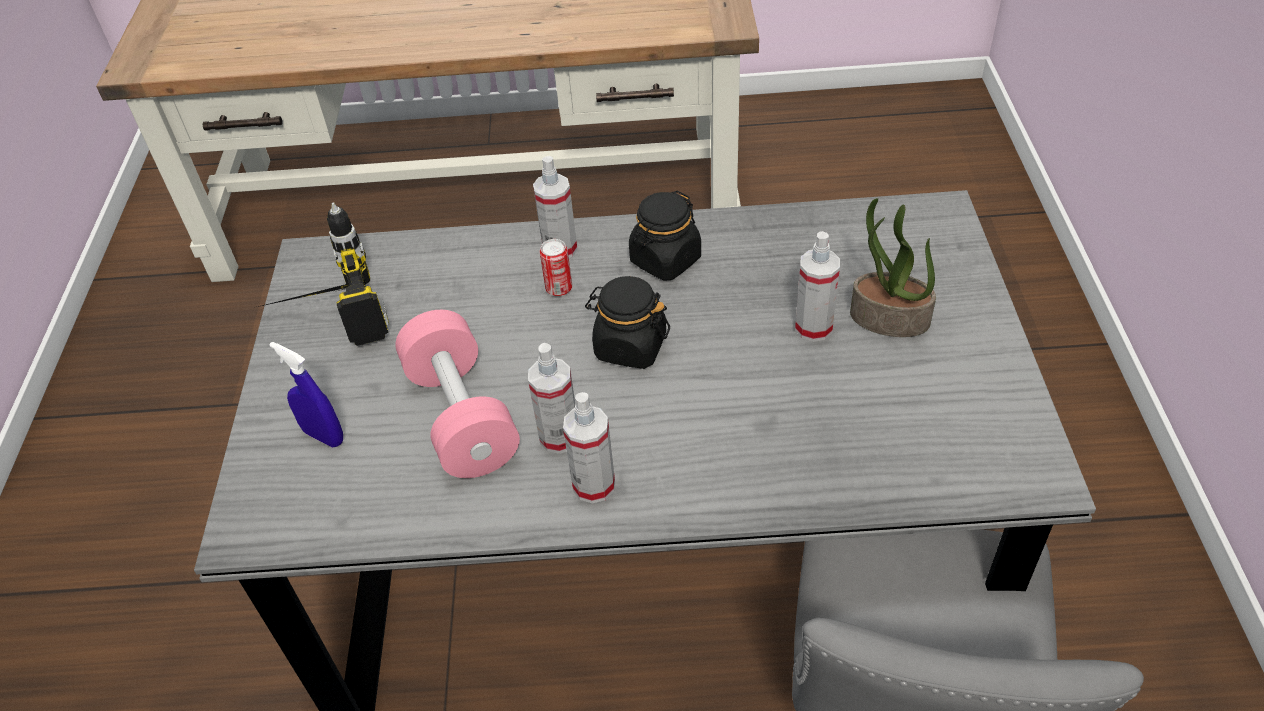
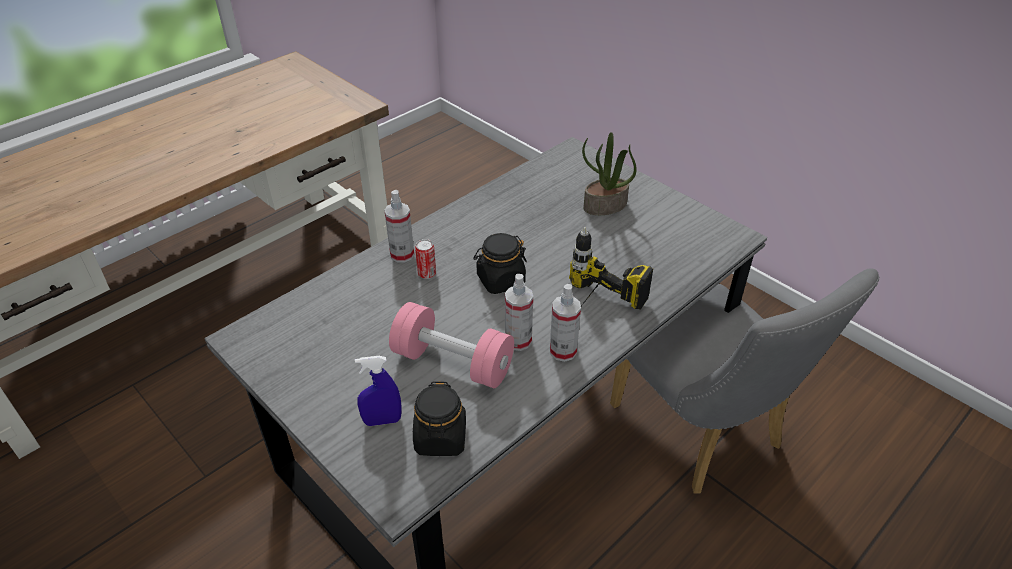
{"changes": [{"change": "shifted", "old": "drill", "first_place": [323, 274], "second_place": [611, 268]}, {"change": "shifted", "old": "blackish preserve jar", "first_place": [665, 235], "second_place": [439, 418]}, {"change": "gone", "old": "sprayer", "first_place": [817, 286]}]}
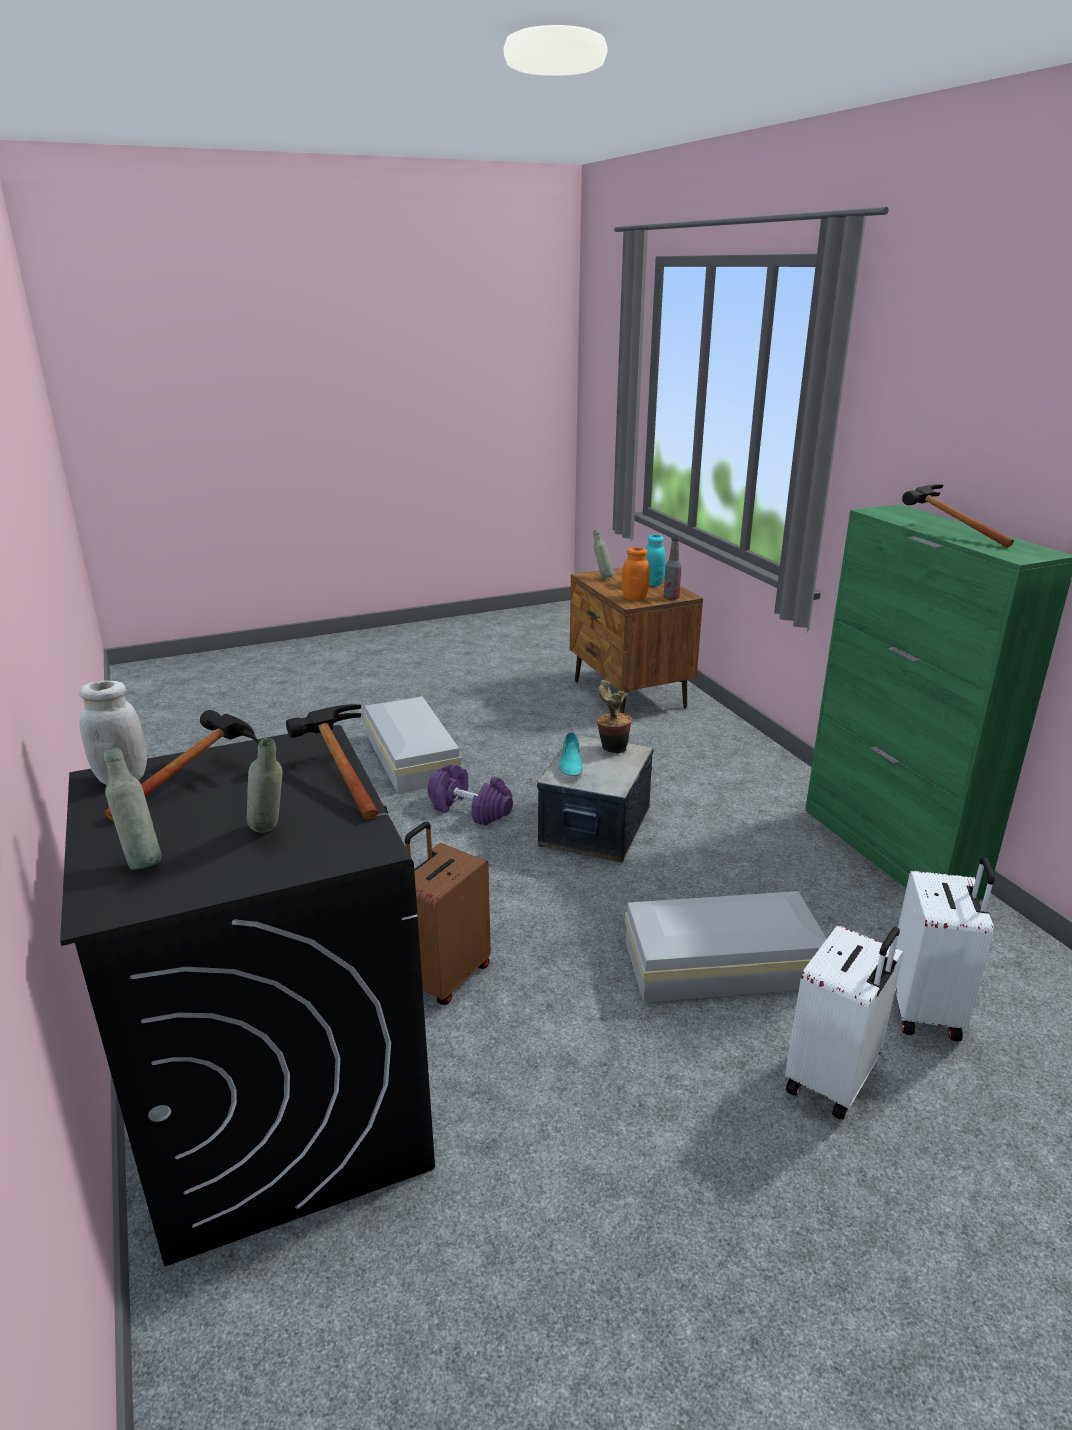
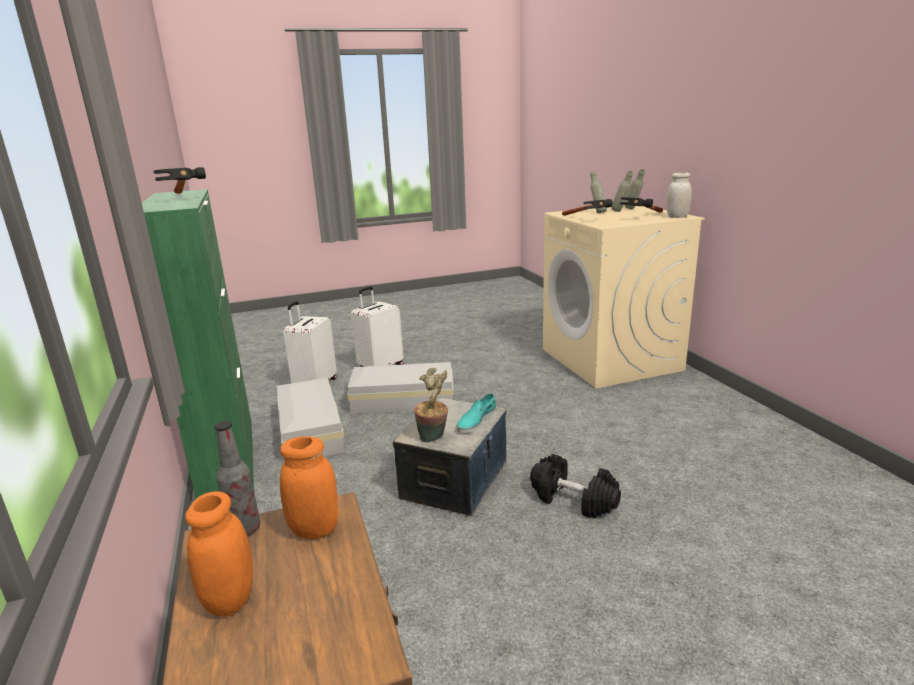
{"changes": [{"change": "repainted", "old": "blackish laundry machine", "new": "beige-coloured laundry machine", "first_place": [247, 996], "second_place": [624, 296]}, {"change": "shifted", "old": "whitish storage box", "first_place": [412, 745], "second_place": [311, 417]}, {"change": "gone", "old": "brown suitcase", "first_place": [448, 913]}, {"change": "repainted", "old": "purple-coloured dumbbell", "new": "blackish dumbbell", "first_place": [470, 795], "second_place": [575, 486]}, {"change": "rotated", "old": "turquoise-coloured shoe", "first_place": [571, 756], "second_place": [476, 413], "degrees": -150}, {"change": "shifted", "old": "grey drink bottle", "first_place": [603, 554], "second_place": [622, 191]}, {"change": "repainted", "old": "turquoise-coloured preserve jar", "new": "orangey preserve jar", "first_place": [655, 560], "second_place": [219, 554]}]}
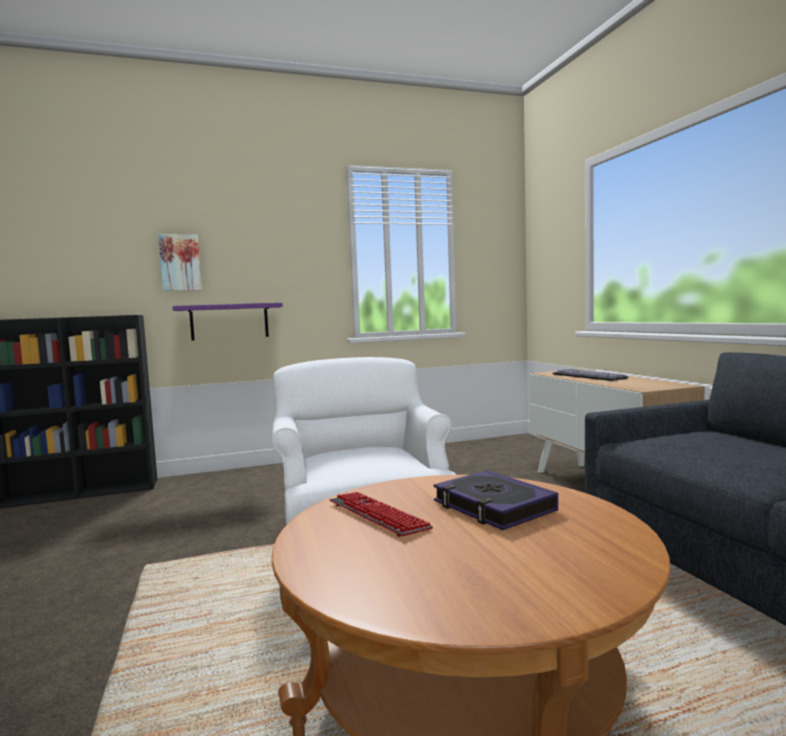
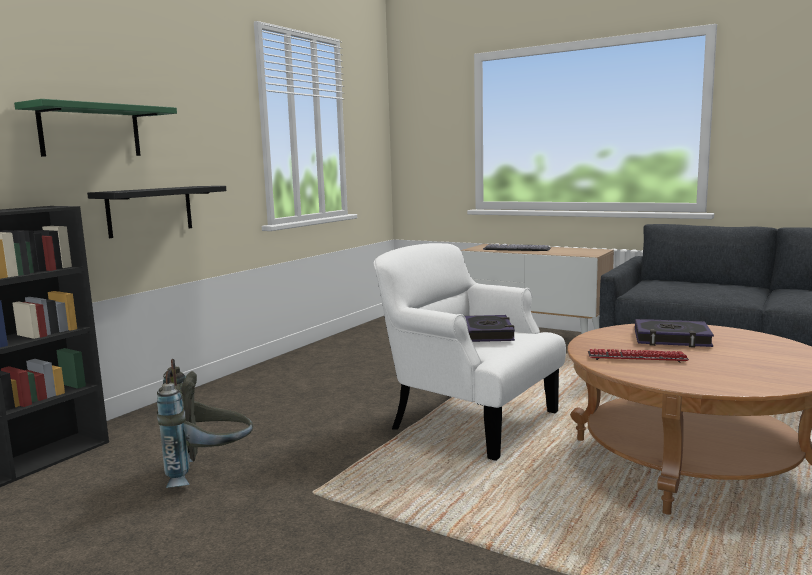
{"changes": [{"change": "swapped", "old": "wall picture", "new": "green-coloured bracket shelf", "first_place": [180, 262], "second_place": [95, 128]}, {"change": "repainted", "old": "purple-coloured bracket shelf", "new": "blackish bracket shelf", "first_place": [228, 322], "second_place": [156, 212]}, {"change": "new", "new": "grey rucksack", "second_place": [205, 423]}, {"change": "new", "new": "bound book", "second_place": [490, 328]}]}
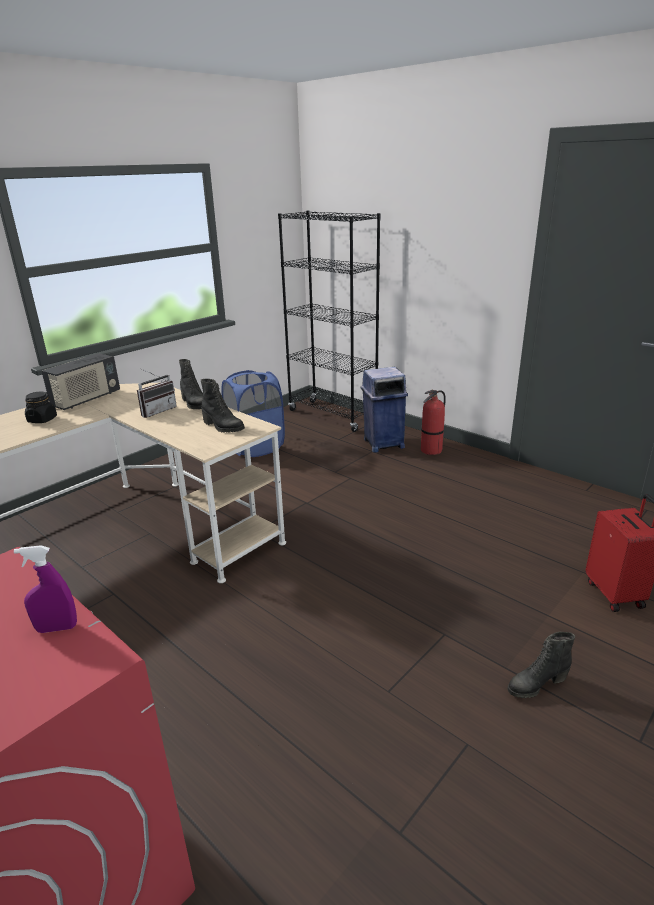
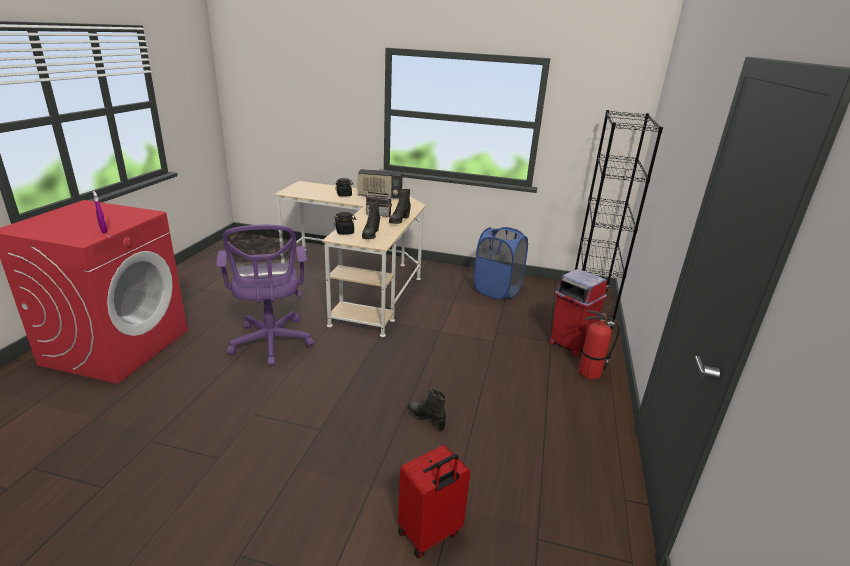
{"changes": [{"change": "repainted", "old": "blue rubbish bin", "new": "reddish rubbish bin", "first_place": [384, 410], "second_place": [578, 313]}, {"change": "shifted", "old": "blackish high-top boot", "first_place": [541, 665], "second_place": [426, 409]}, {"change": "new", "new": "purple-coloured office chair", "second_place": [265, 295]}, {"change": "new", "new": "blackish preserve jar", "second_place": [345, 223]}]}
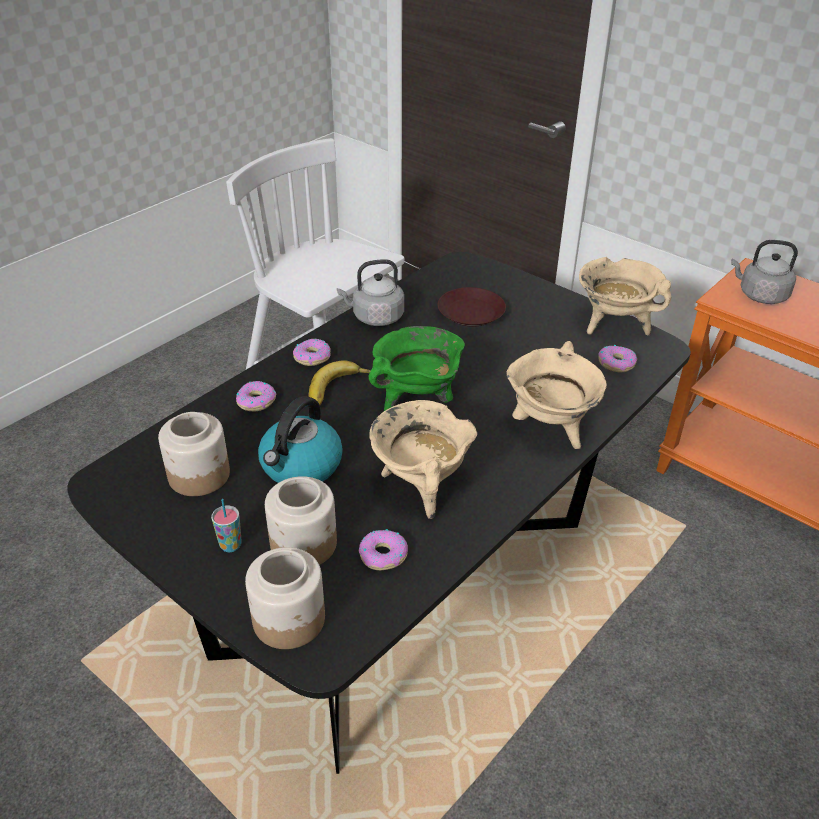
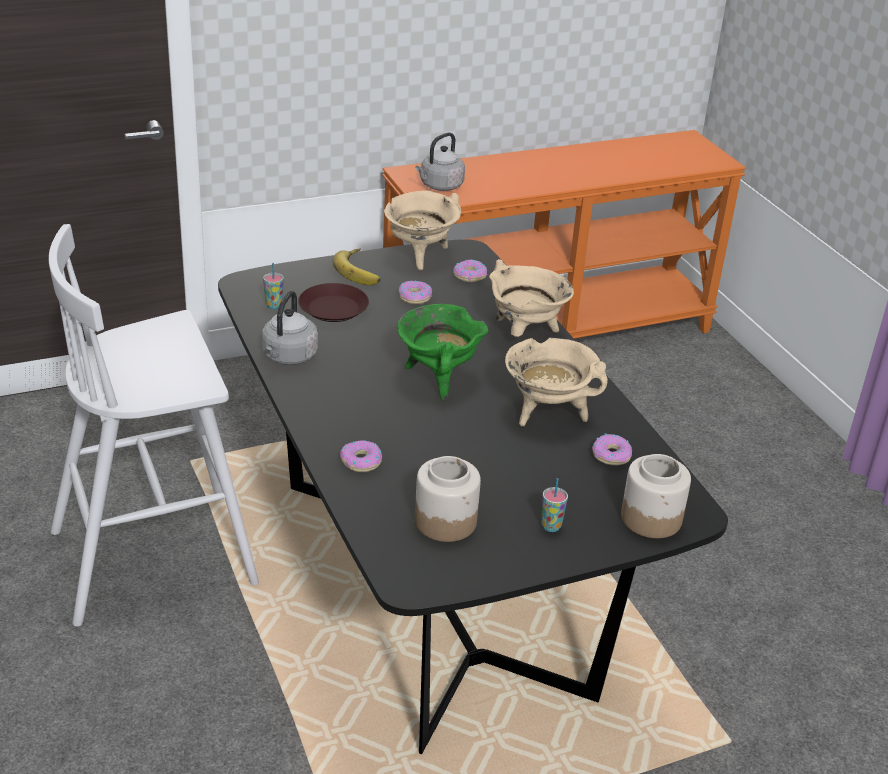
{"changes": [{"change": "gone", "old": "tea kettle", "first_place": [300, 439]}, {"change": "gone", "old": "preserve jar", "first_place": [301, 520]}, {"change": "shifted", "old": "donut", "first_place": [312, 352], "second_place": [415, 292]}, {"change": "shifted", "old": "banana fruit", "first_place": [340, 382], "second_place": [357, 267]}, {"change": "new", "new": "small cup", "second_place": [273, 286]}]}
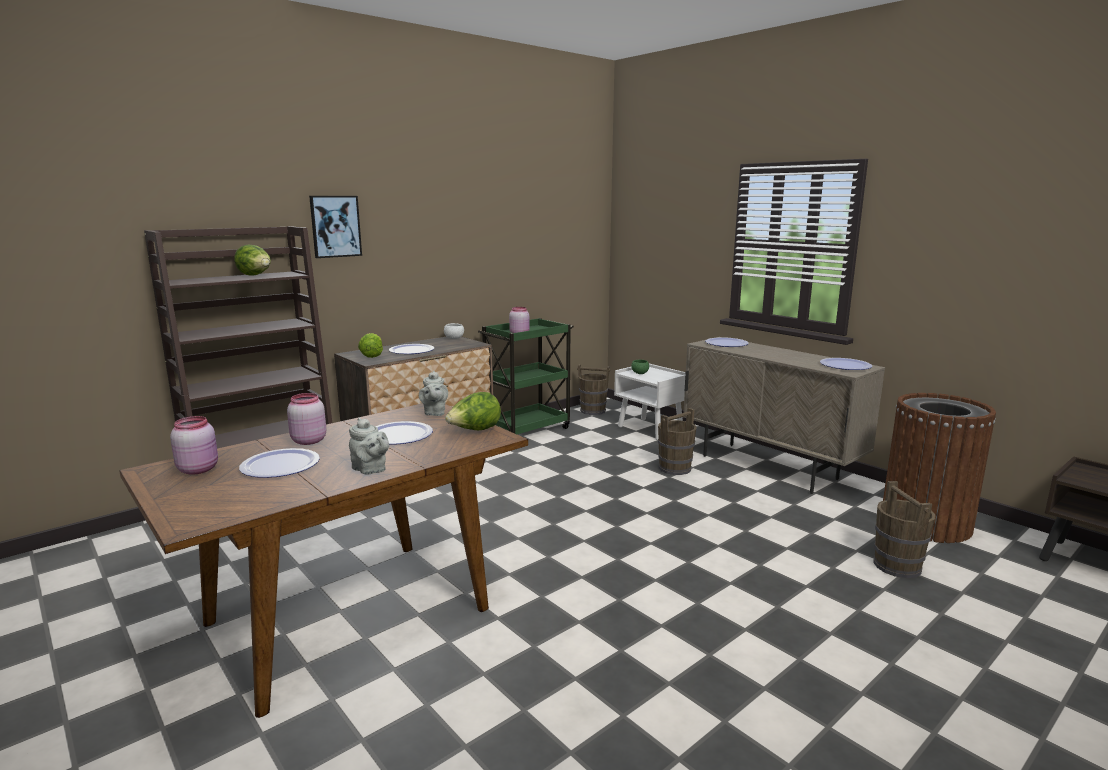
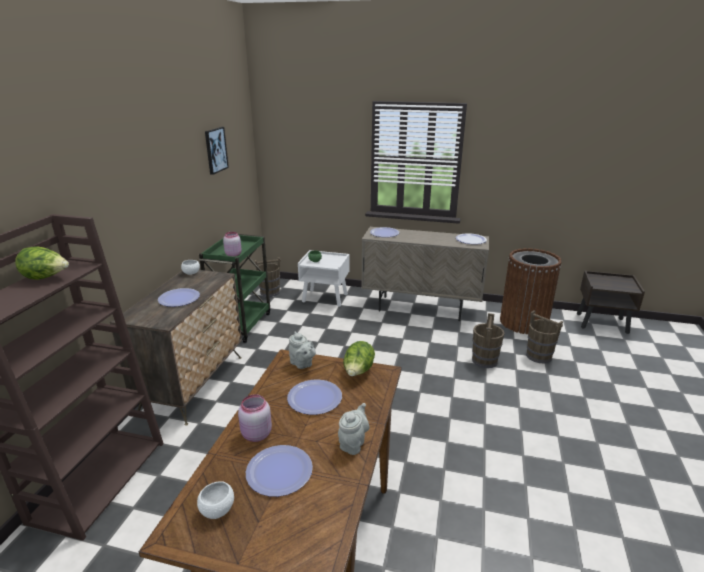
{"changes": [{"change": "swapped", "old": "pinkish preserve jar", "new": "whitish bowl", "first_place": [194, 445], "second_place": [215, 500]}, {"change": "shifted", "old": "wall picture", "first_place": [335, 227], "second_place": [217, 151]}, {"change": "rotated", "old": "grey tea pot", "first_place": [369, 446], "second_place": [354, 429], "degrees": -75}, {"change": "gone", "old": "head of lettuce", "first_place": [370, 345]}, {"change": "shifted", "old": "brown water bucket", "first_place": [677, 441], "second_place": [488, 340]}]}
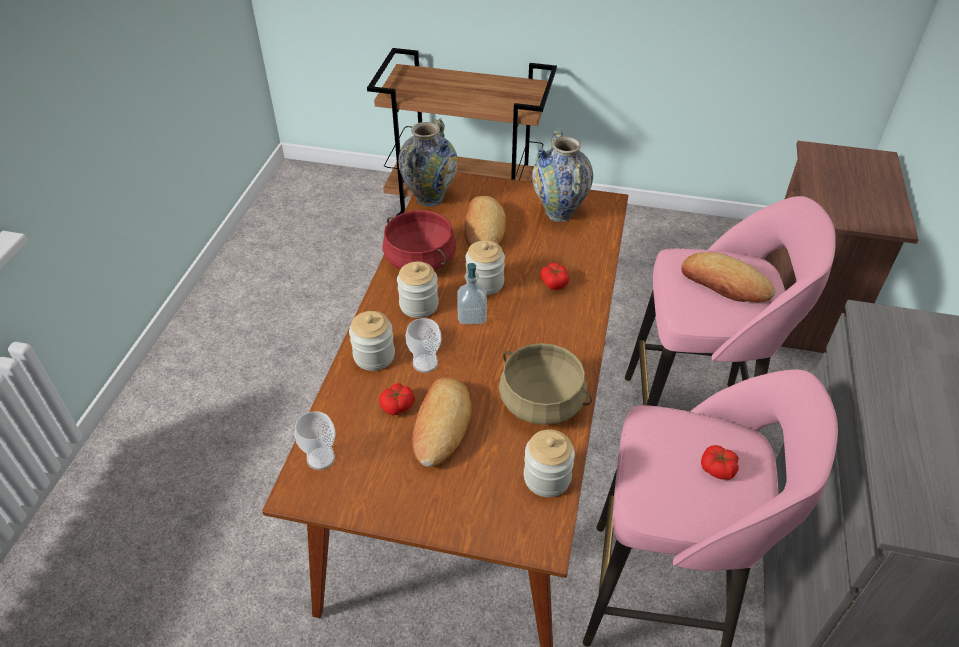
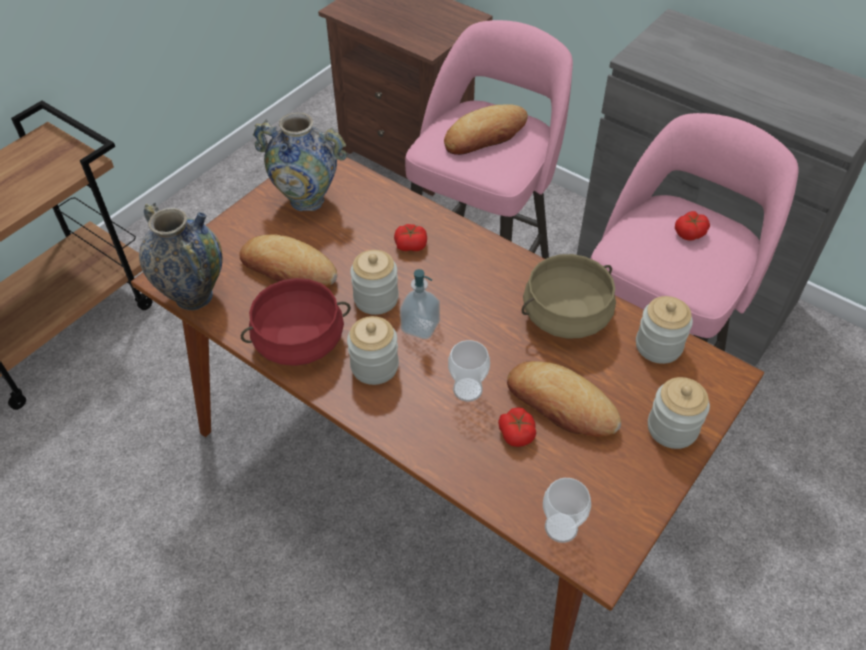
{"changes": [{"change": "shifted", "old": "preserve jar", "first_place": [372, 341], "second_place": [679, 413]}]}
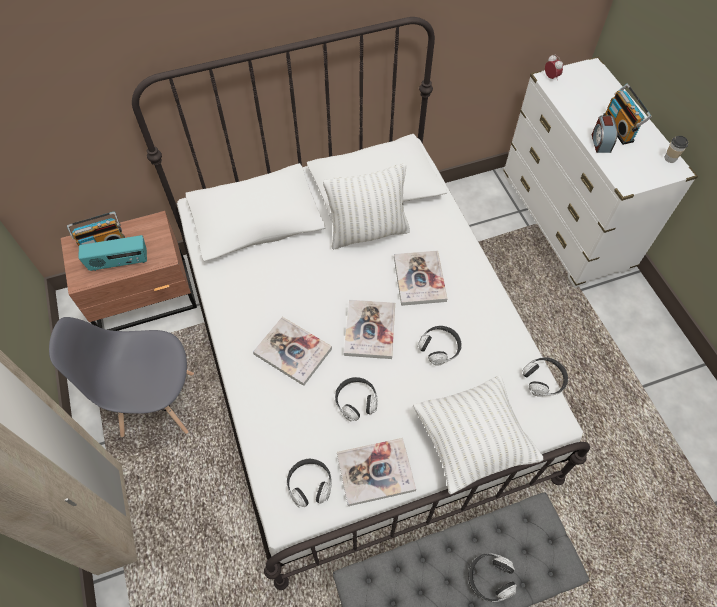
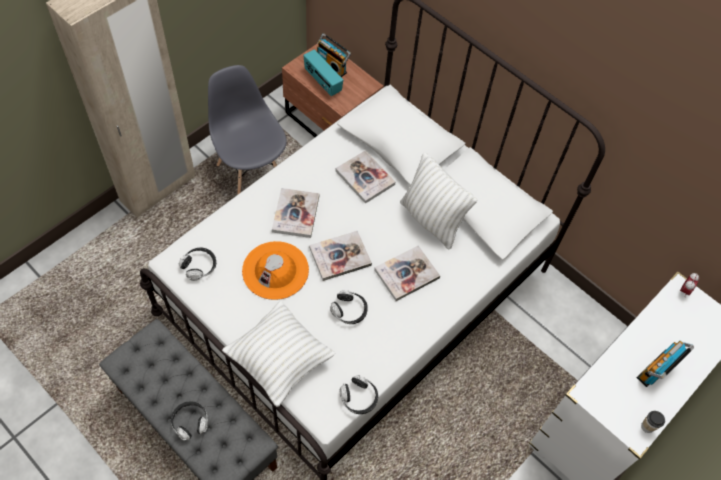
{"changes": [{"change": "swapped", "old": "headset", "new": "orangey clothing hat", "first_place": [356, 399], "second_place": [275, 270]}, {"change": "shifted", "old": "bound book", "first_place": [376, 472], "second_place": [365, 177]}, {"change": "gone", "old": "table clock", "first_place": [605, 134]}]}
